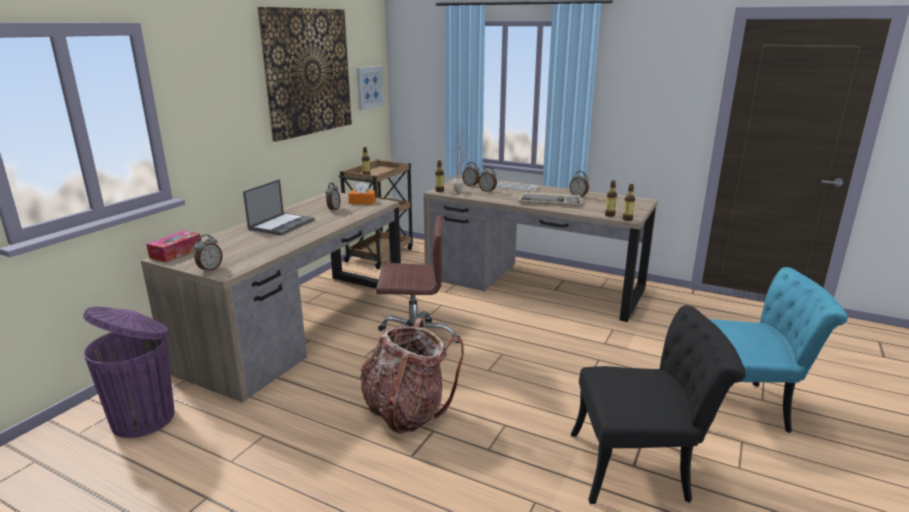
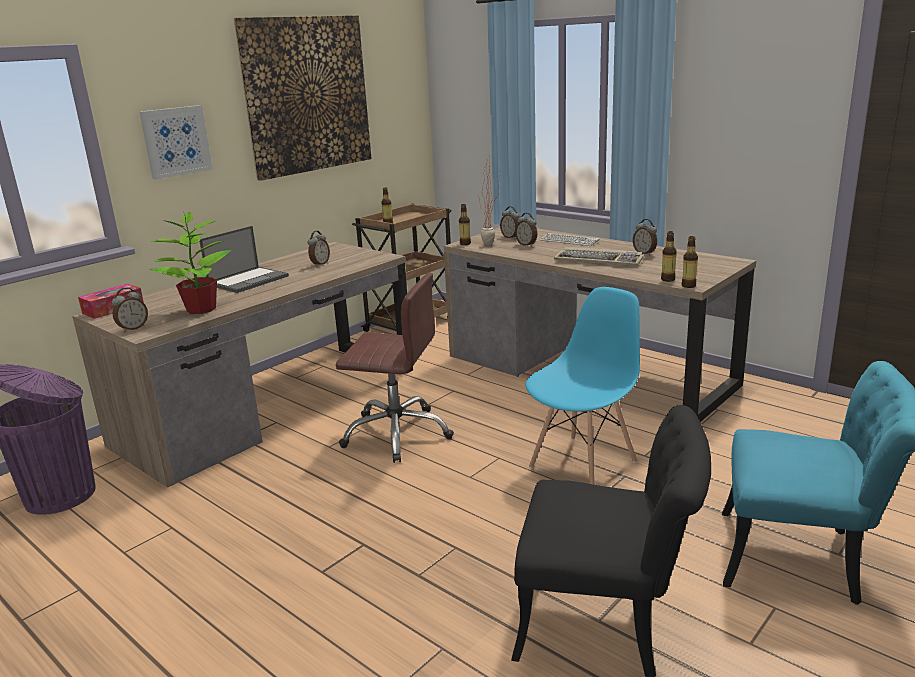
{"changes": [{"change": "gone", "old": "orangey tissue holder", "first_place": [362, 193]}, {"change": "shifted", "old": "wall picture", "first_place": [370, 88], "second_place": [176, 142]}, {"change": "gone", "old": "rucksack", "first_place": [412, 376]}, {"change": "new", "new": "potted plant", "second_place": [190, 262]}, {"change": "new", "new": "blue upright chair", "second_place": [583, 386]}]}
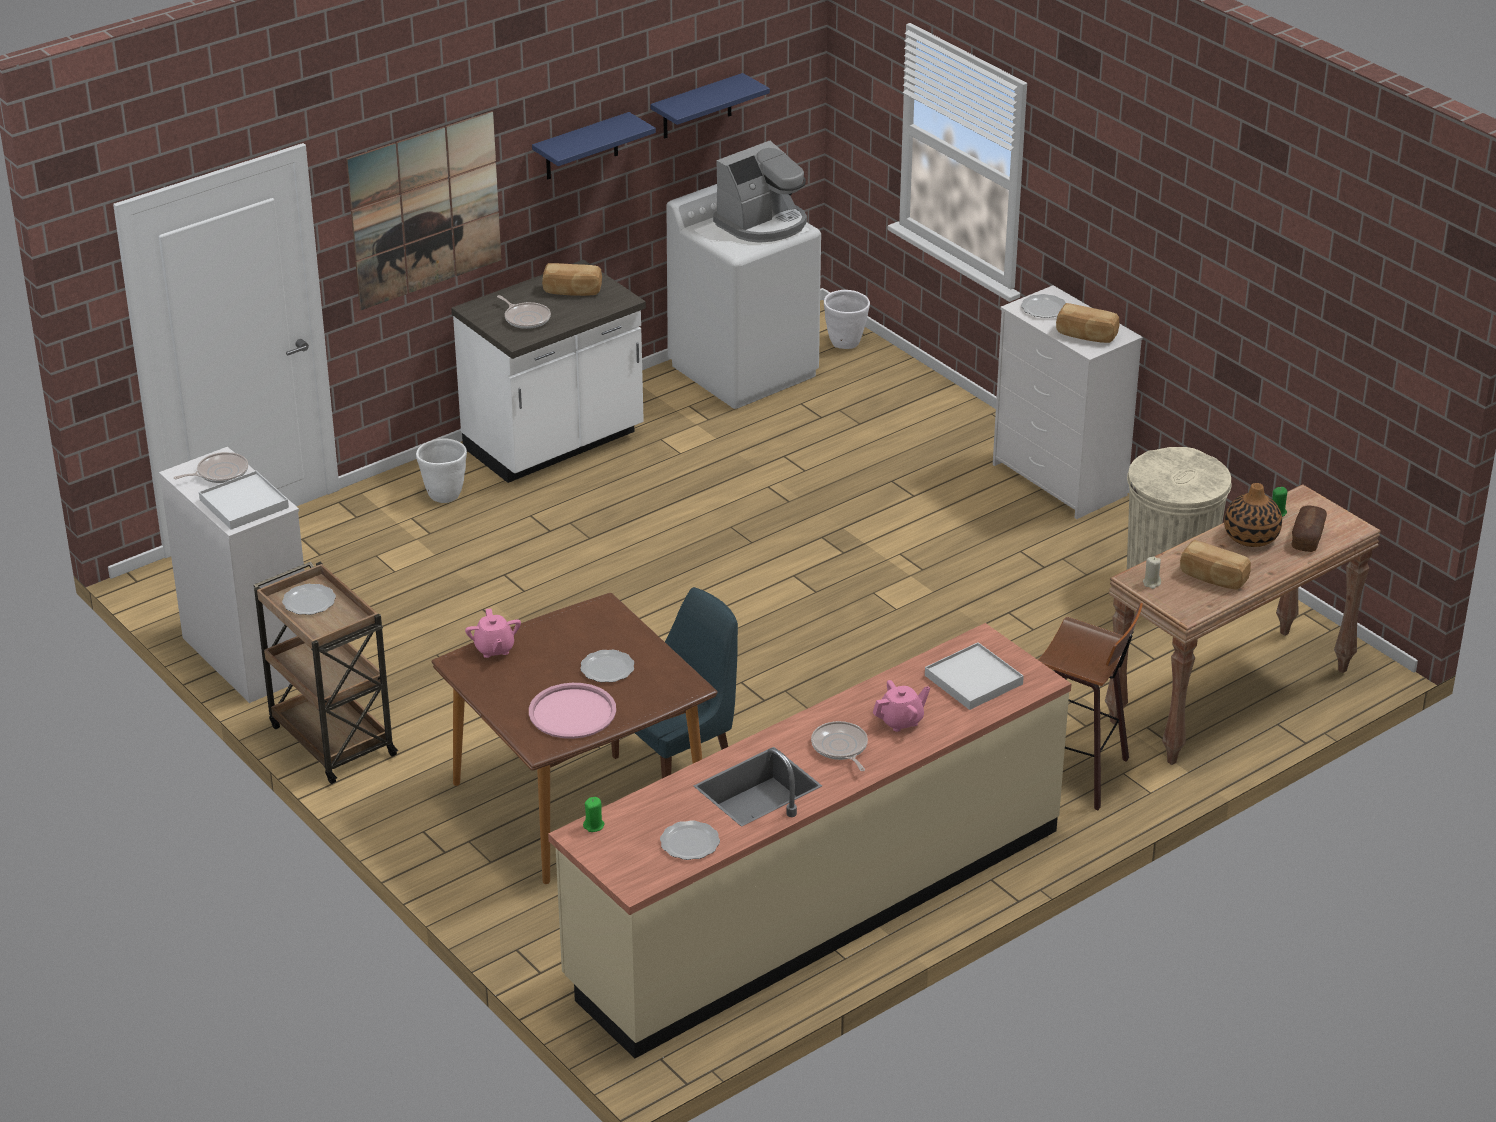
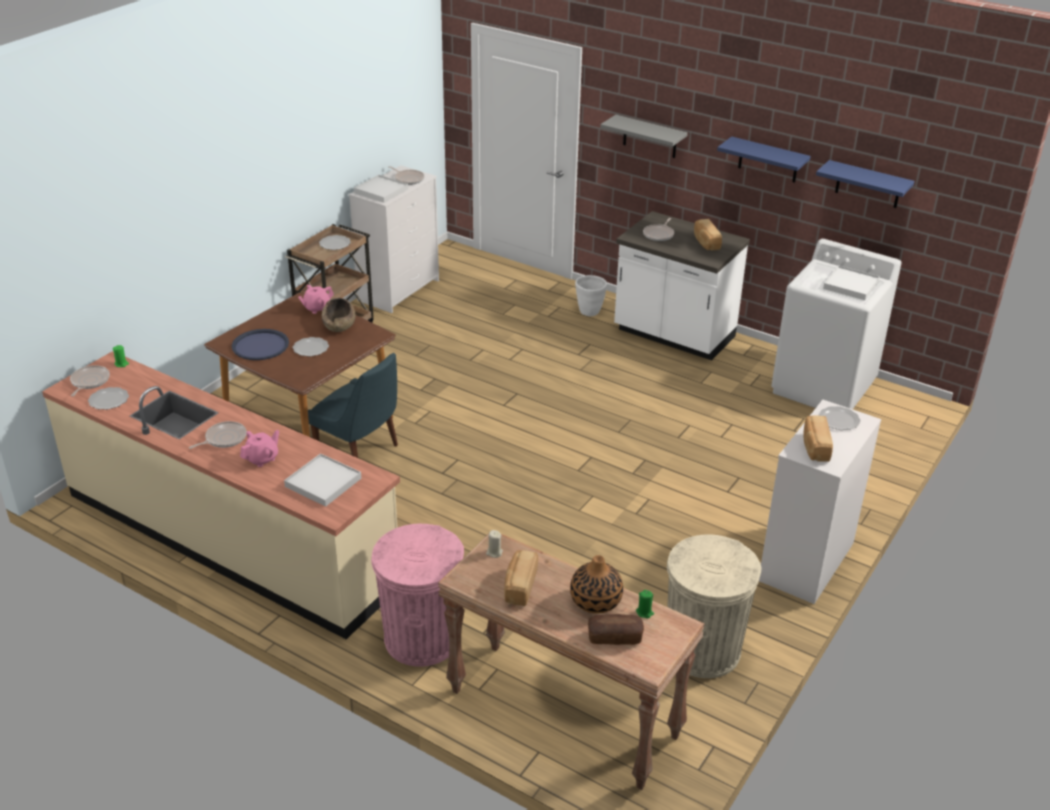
{"changes": [{"change": "swapped", "old": "wall picture", "new": "grey bracket shelf", "first_place": [423, 210], "second_place": [644, 136]}, {"change": "repainted", "old": "pinkish carrying tray", "new": "blue carrying tray", "first_place": [572, 711], "second_place": [260, 344]}, {"change": "swapped", "old": "coffee maker", "new": "whitish carrying tray", "first_place": [760, 192], "second_place": [851, 282]}, {"change": "gone", "old": "whitish flower pot", "first_place": [847, 319]}, {"change": "rotated", "old": "pinkish tea pot", "first_place": [901, 706], "second_place": [259, 448], "degrees": -90}, {"change": "swapped", "old": "stool seat", "new": "pinkish rubbish bin", "first_place": [1090, 707], "second_place": [417, 595]}, {"change": "new", "new": "pan", "second_place": [90, 381]}, {"change": "new", "new": "brown bowl", "second_place": [339, 315]}]}
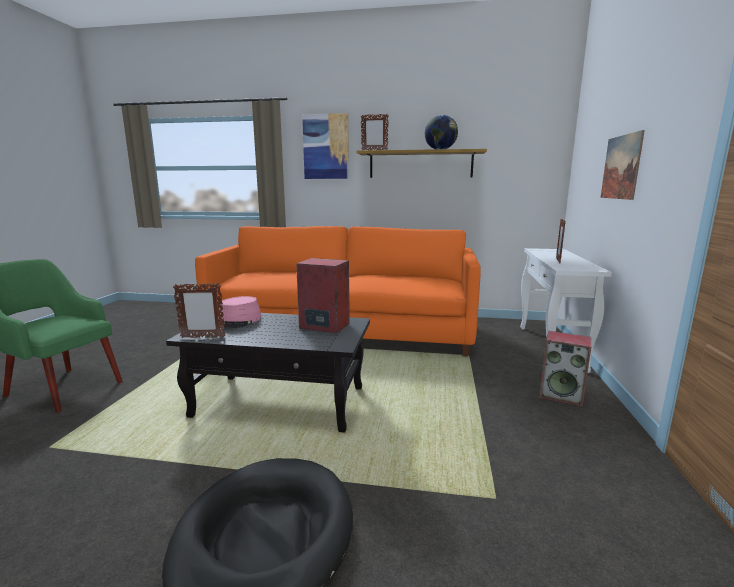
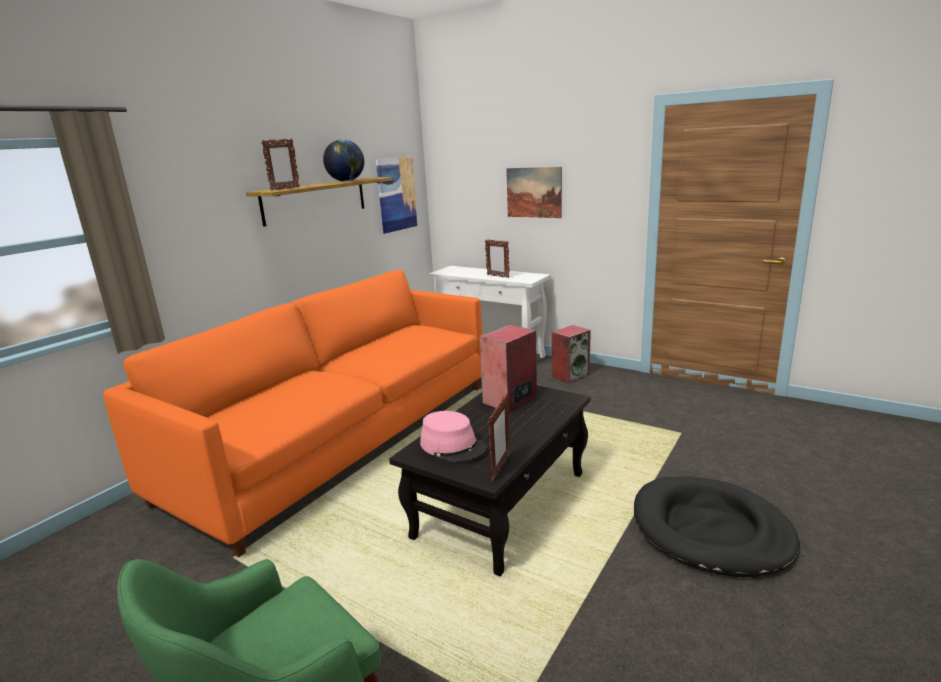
{"changes": [{"change": "shifted", "old": "wall picture", "first_place": [325, 146], "second_place": [397, 195]}]}
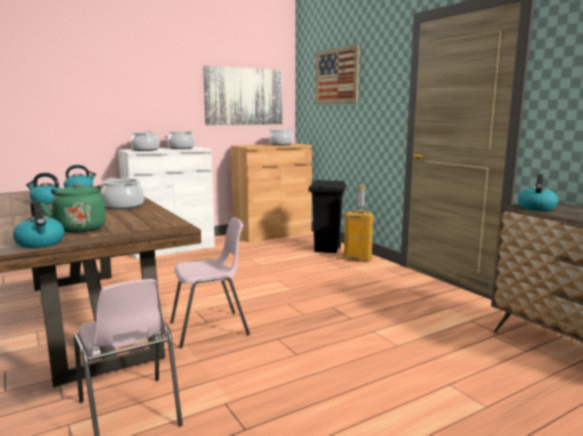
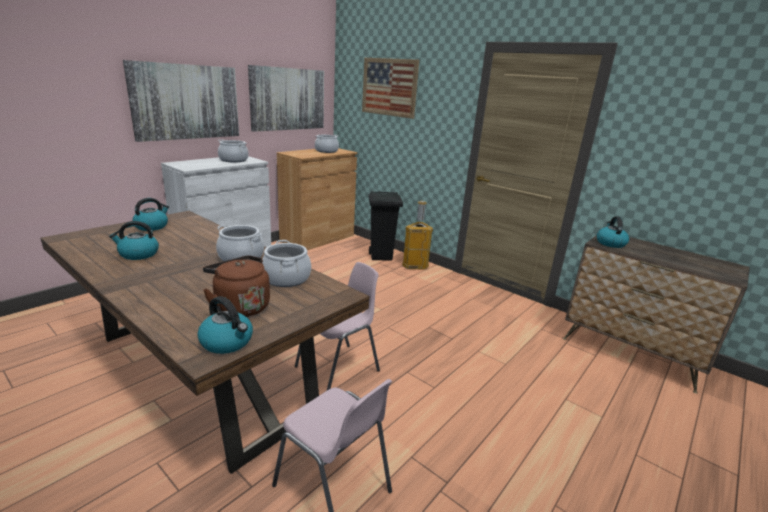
{"changes": [{"change": "repainted", "old": "green-coloured tea kettle", "new": "brown tea kettle", "first_place": [73, 208], "second_place": [236, 286]}, {"change": "shifted", "old": "cooking pot", "first_place": [145, 141], "second_place": [286, 263]}, {"change": "new", "new": "wall picture", "second_place": [181, 101]}]}
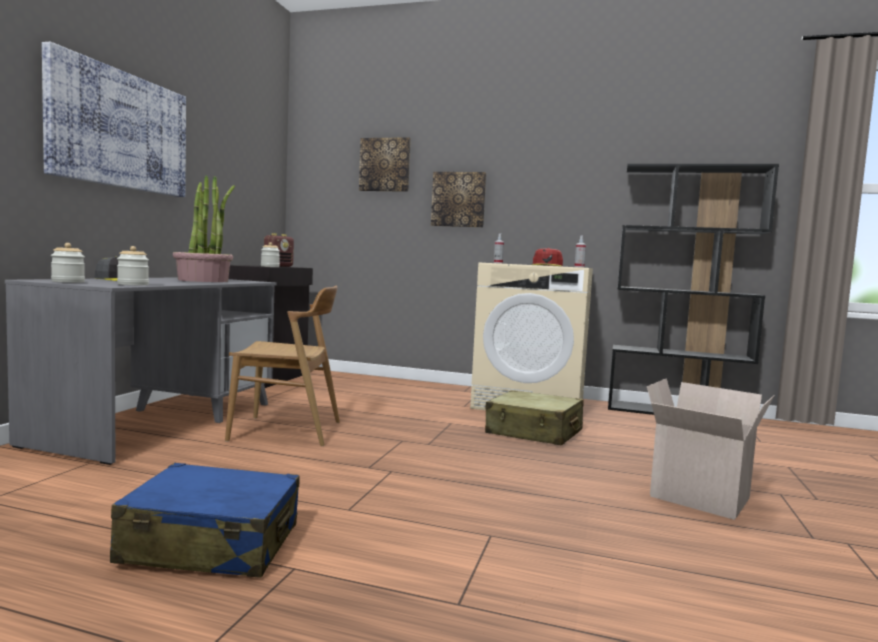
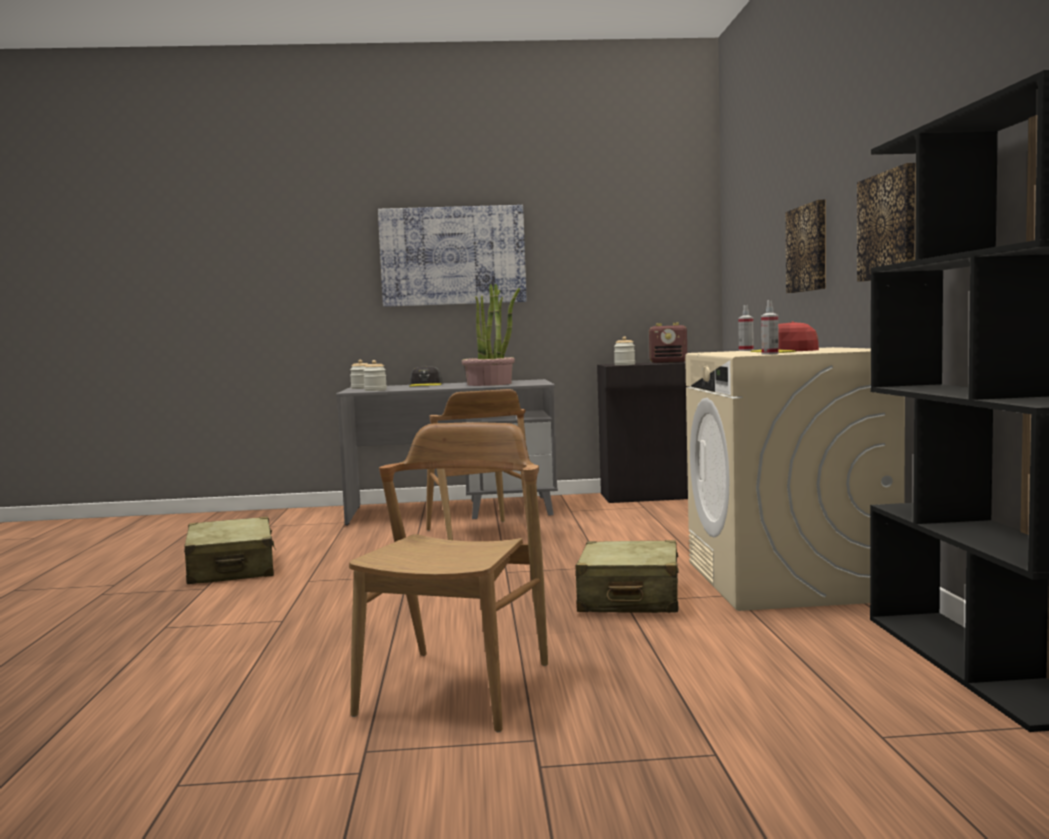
{"changes": [{"change": "repainted", "old": "blue suitcase", "new": "beige-coloured suitcase", "first_place": [205, 520], "second_place": [230, 550]}, {"change": "shifted", "old": "wall picture", "first_place": [385, 164], "second_place": [886, 222]}, {"change": "swapped", "old": "carton", "new": "brown upright chair", "first_place": [711, 449], "second_place": [448, 577]}]}
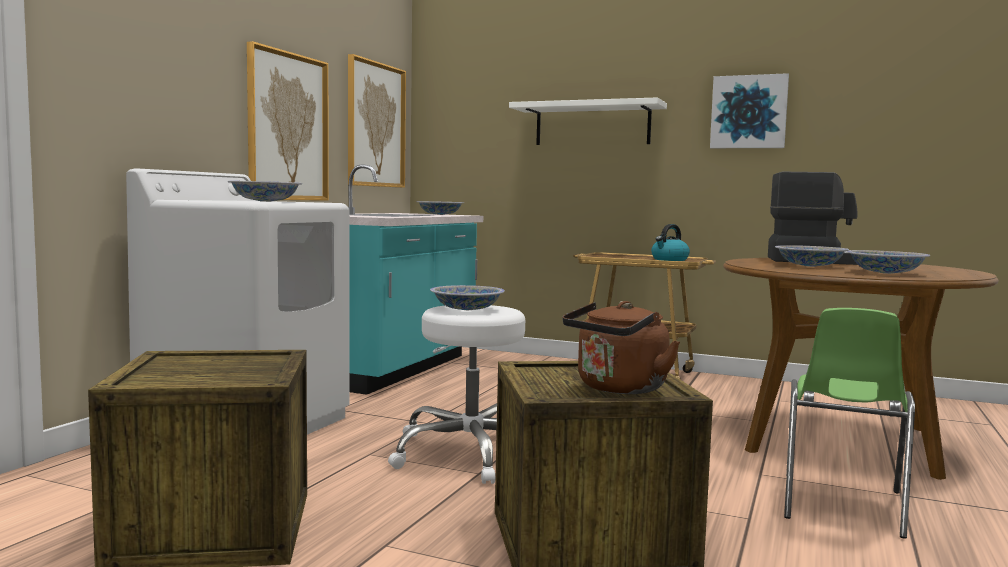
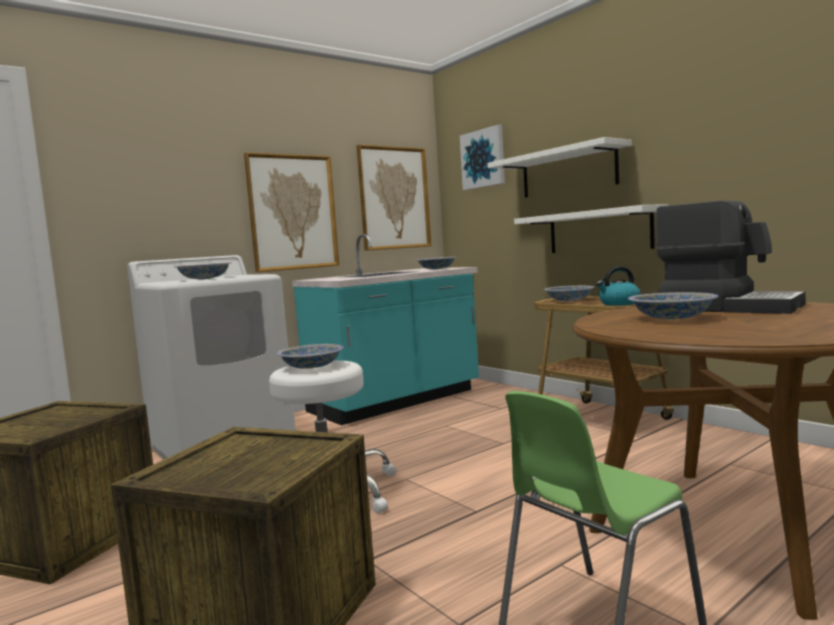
{"changes": [{"change": "gone", "old": "brown tea kettle", "first_place": [621, 347]}, {"change": "shifted", "old": "wall picture", "first_place": [749, 110], "second_place": [482, 157]}, {"change": "shifted", "old": "bowl", "first_place": [888, 262], "second_place": [569, 293]}, {"change": "new", "new": "whitish bracket shelf", "second_place": [591, 228]}]}
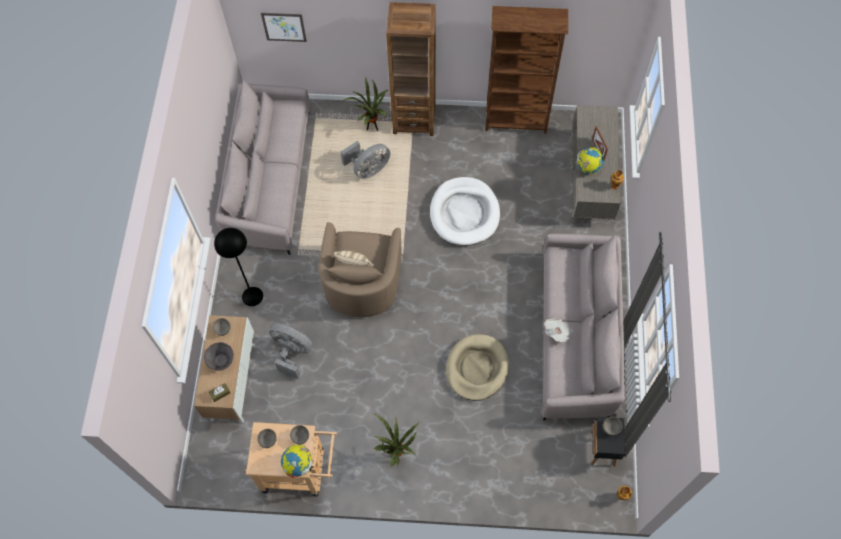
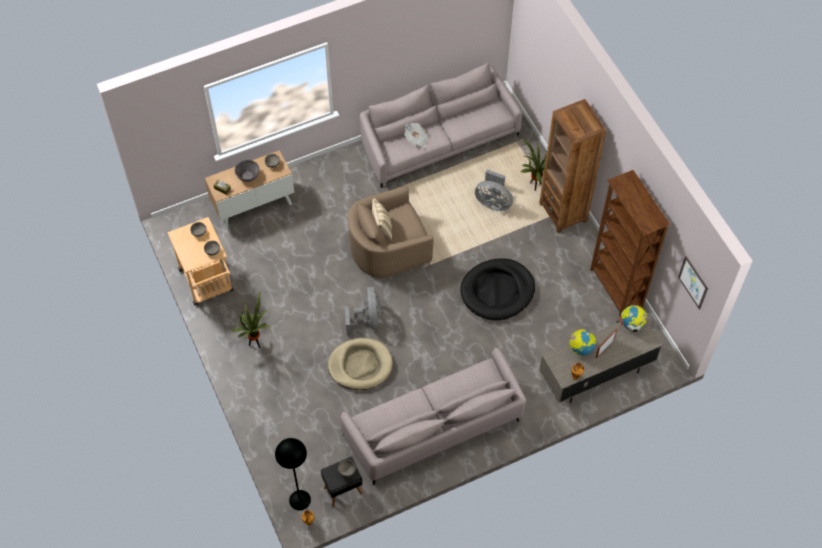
{"changes": [{"change": "shifted", "old": "blackish standing lamp", "first_place": [238, 267], "second_place": [293, 474]}, {"change": "shifted", "old": "wall picture", "first_place": [284, 27], "second_place": [693, 283]}, {"change": "shifted", "old": "grey cooling fan", "first_place": [291, 351], "second_place": [363, 311]}, {"change": "shifted", "old": "globe", "first_place": [297, 461], "second_place": [634, 318]}, {"change": "repainted", "old": "whitish pet bed", "new": "blackish pet bed", "first_place": [465, 211], "second_place": [497, 290]}, {"change": "shifted", "old": "newspaper", "first_place": [558, 330], "second_place": [417, 135]}]}
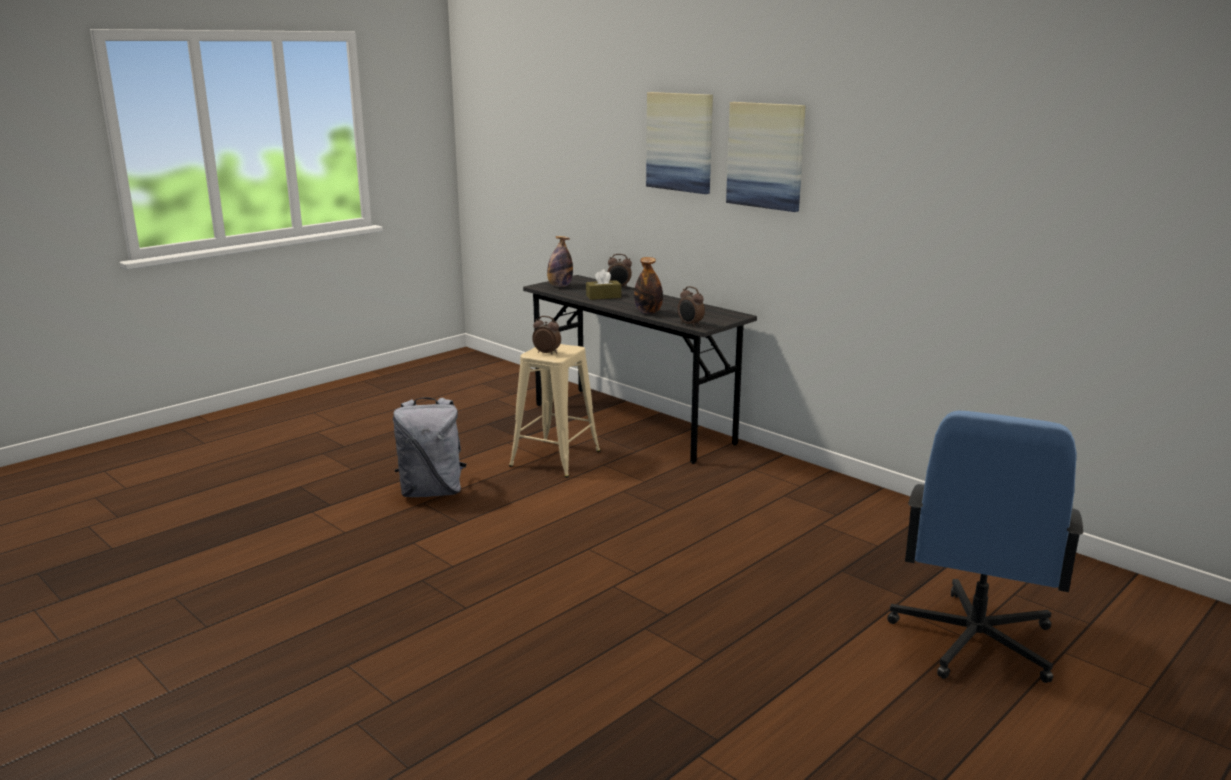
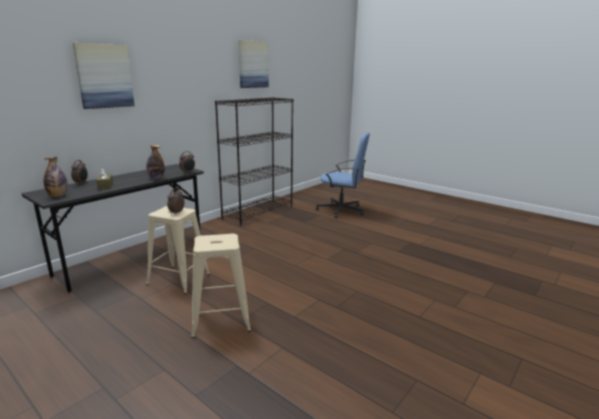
{"changes": [{"change": "swapped", "old": "grey rucksack", "new": "beige-coloured stool seat", "first_place": [430, 447], "second_place": [221, 286]}, {"change": "shifted", "old": "wall picture", "first_place": [766, 157], "second_place": [254, 64]}, {"change": "new", "new": "blackish bookcase", "second_place": [254, 161]}]}
